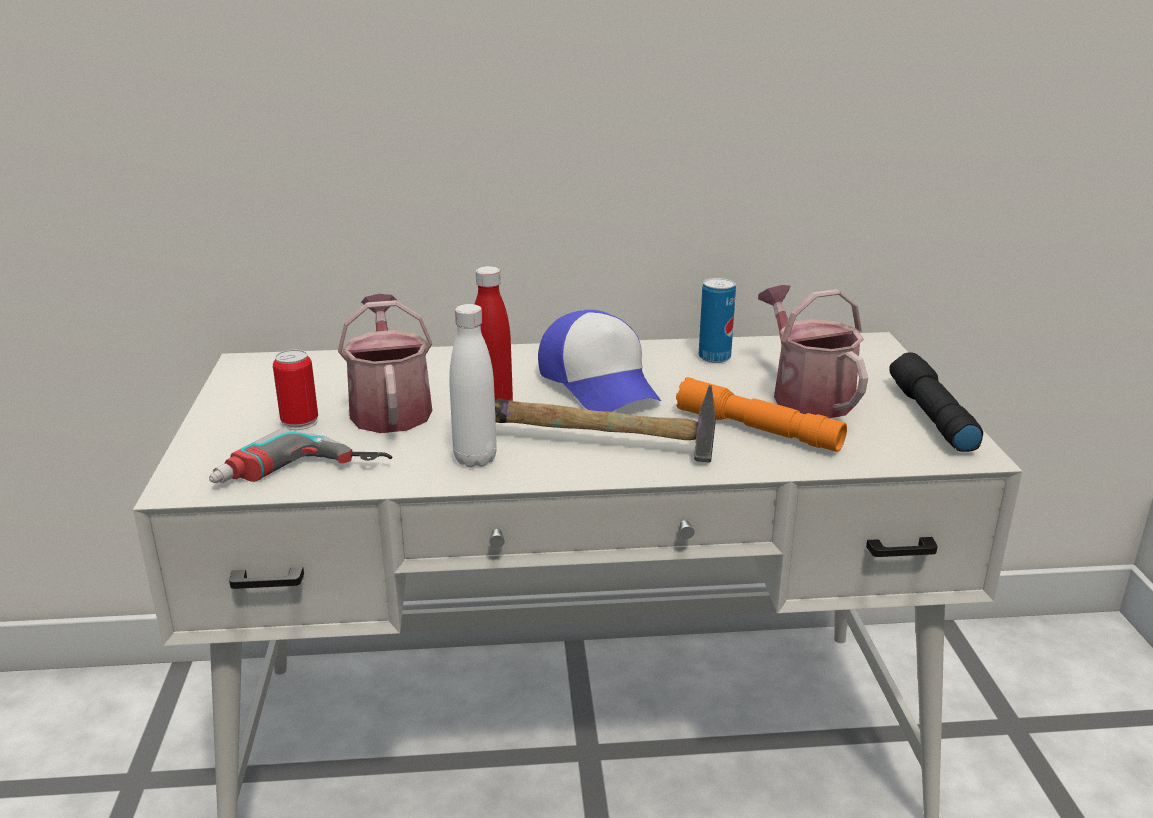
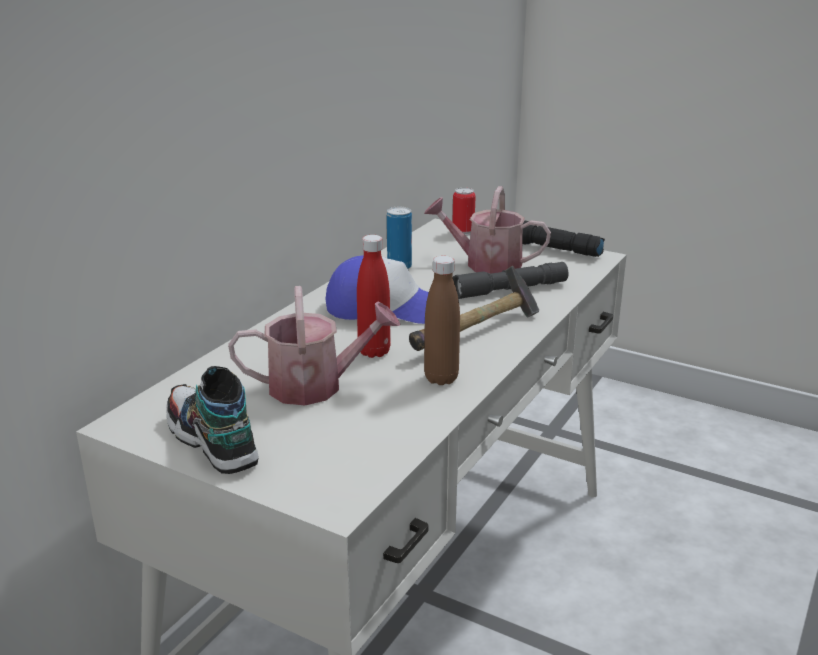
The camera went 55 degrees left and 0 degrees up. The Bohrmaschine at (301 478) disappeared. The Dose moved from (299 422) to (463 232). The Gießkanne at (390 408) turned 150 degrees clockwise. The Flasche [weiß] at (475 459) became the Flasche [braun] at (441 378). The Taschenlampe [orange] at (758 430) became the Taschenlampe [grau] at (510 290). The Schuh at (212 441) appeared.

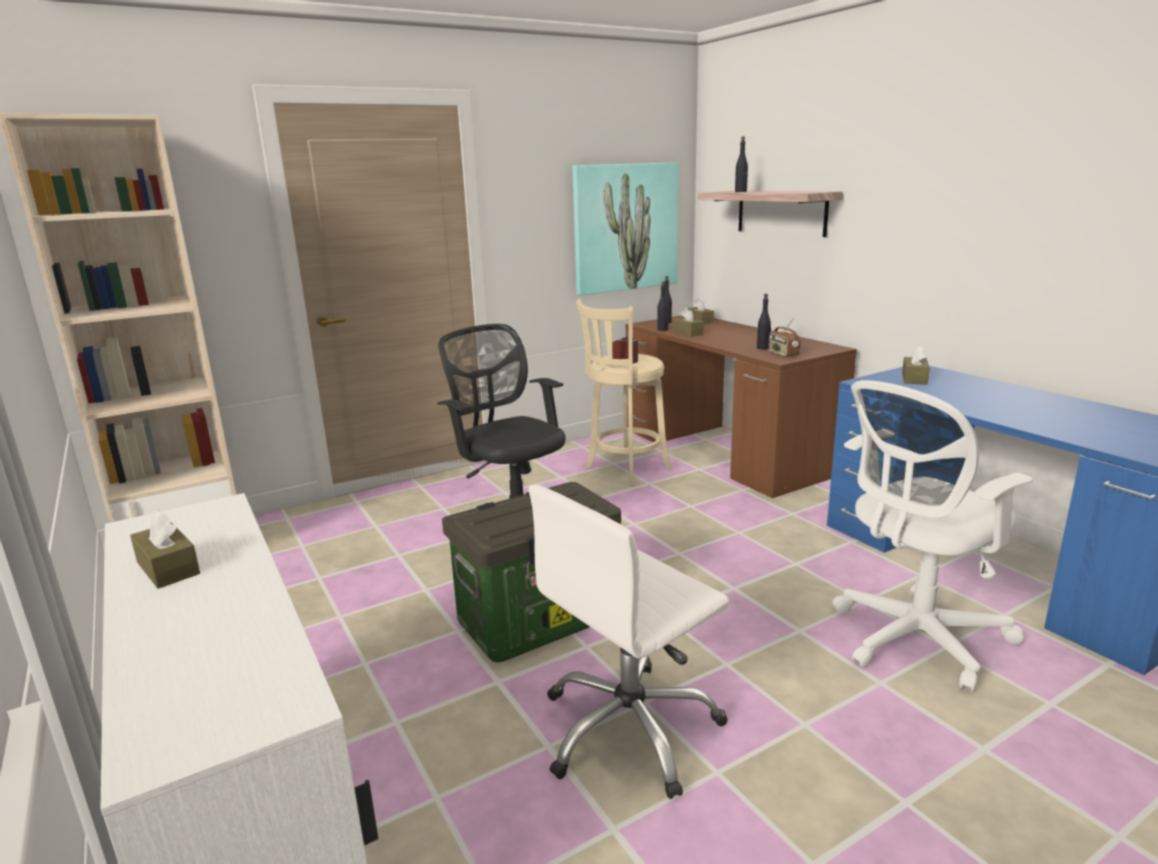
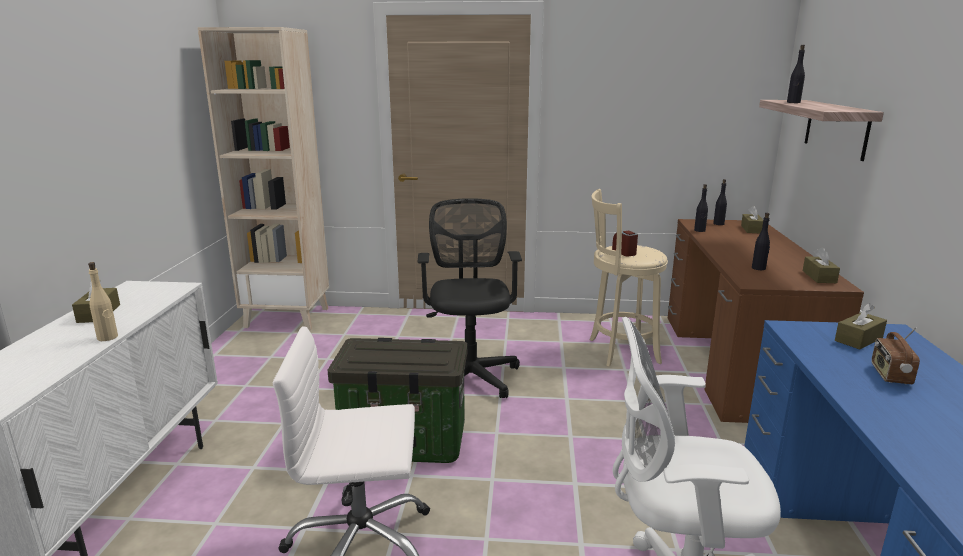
The camera went 35 degrees right and 0 degrees up. The Bild at (625 227) disappeared. The Taschentuchbox [braun] moved from (687 333) to (819 277). The Radio moved from (783 354) to (889 375). The Flasche [beige] at (108 337) appeared.

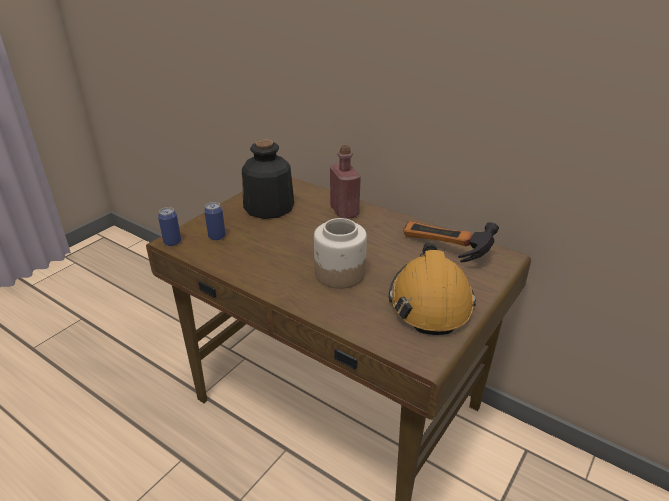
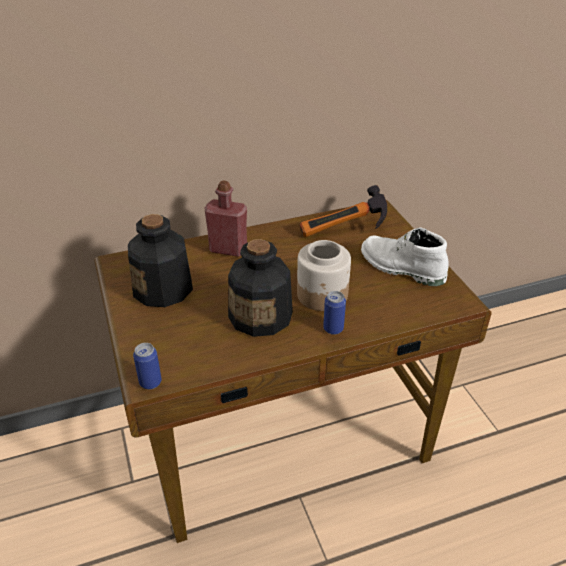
The camera went 55 degrees left and 5 degrees up. The Dose moved from (217 236) to (333 328). The Schutzhelm [orange] at (430 301) was replaced by the Stiefel [weiß] at (401 268). The Flasche at (261 316) appeared.

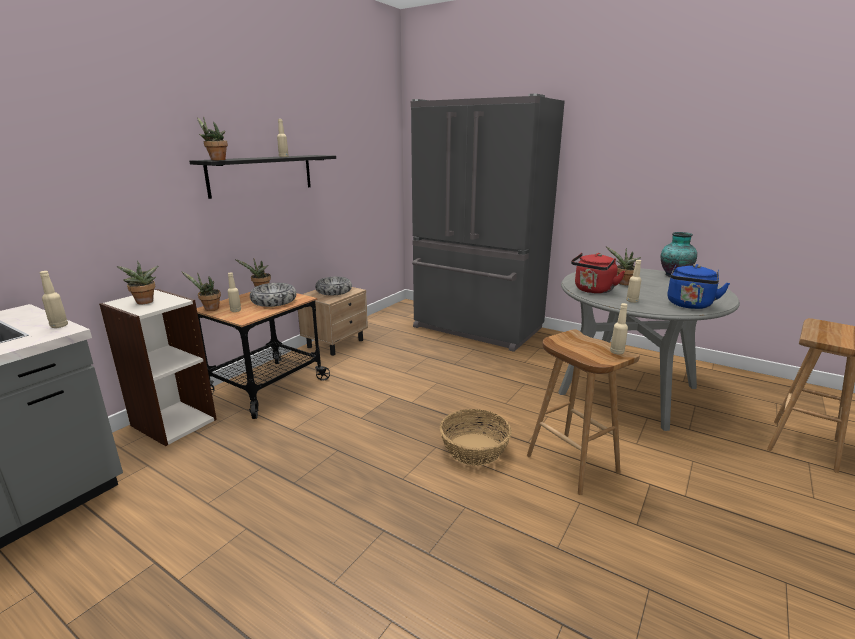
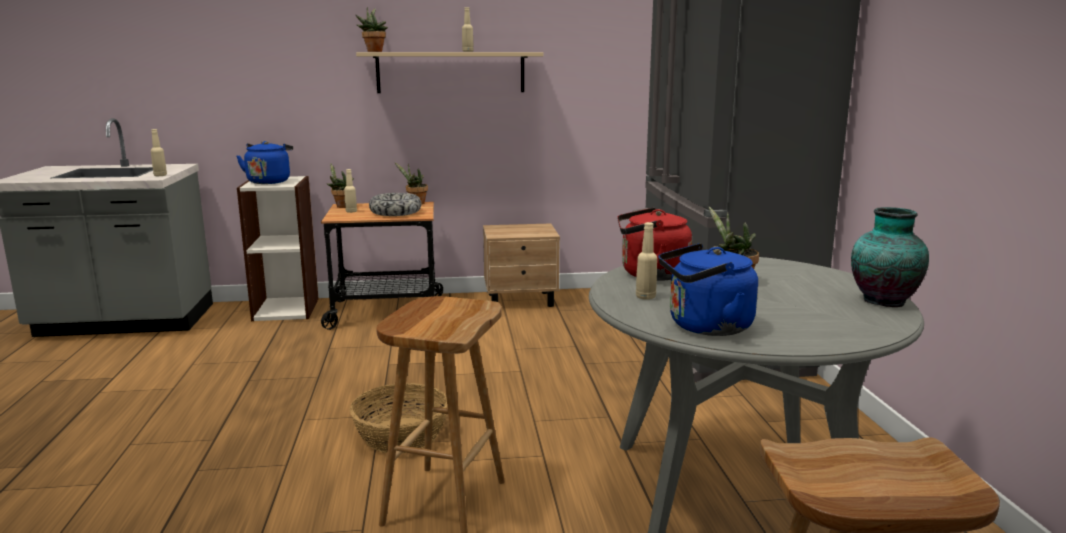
The camera went 50 degrees right and 5 degrees down. The Topfpflanze at (144 302) was replaced by the Wasserkessel [blau] at (269 181). The Wandregal [schwarz] at (262 175) became the Wandregal [beige] at (451 72). The Schüssel at (334 291) disappeared. The Flasche [beige] at (616 352) disappeared.

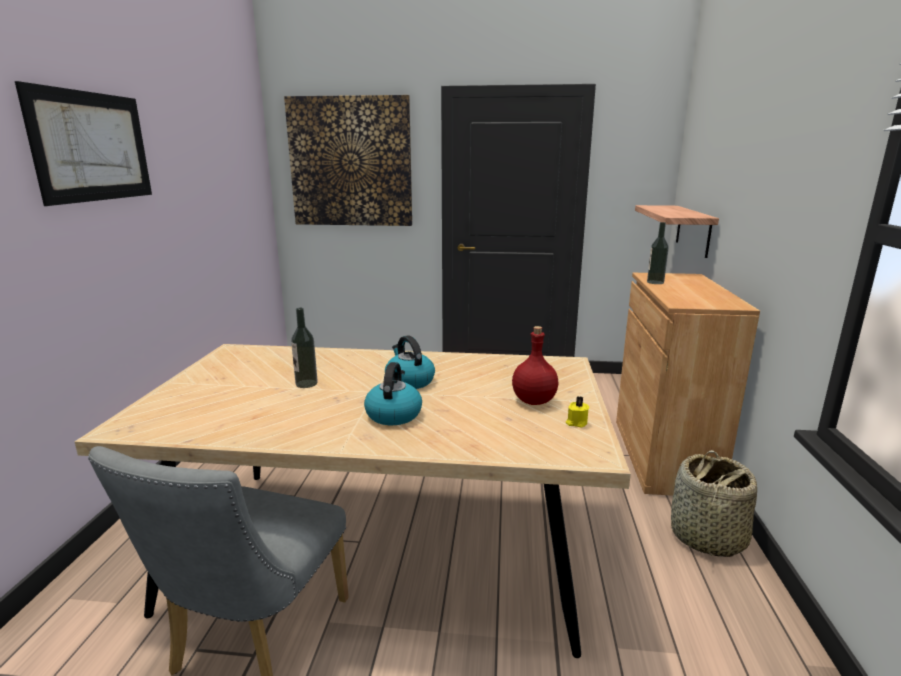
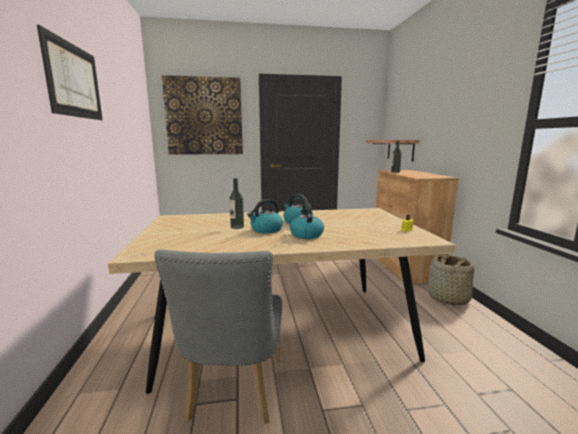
The camera went 15 degrees left and 5 degrees down. The Flasche [rot] at (533 400) disappeared. The Wasserkessel at (266 230) appeared.

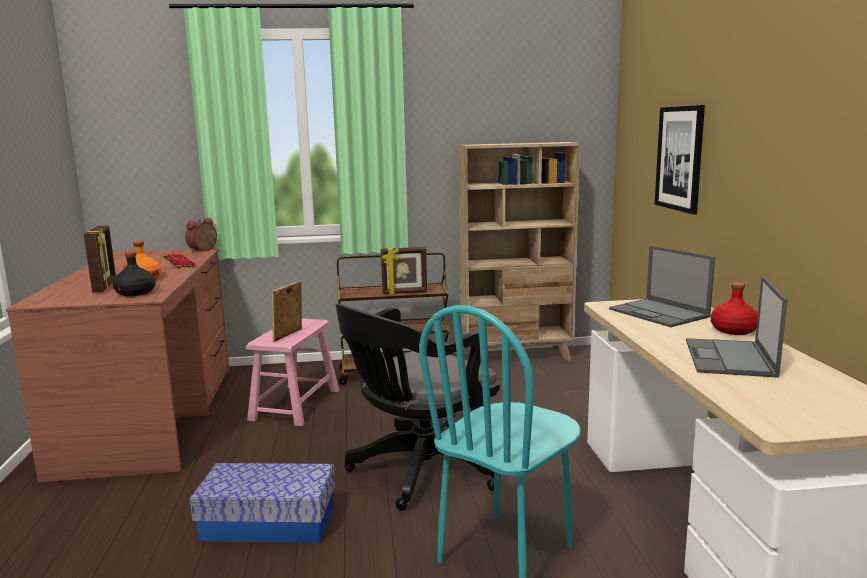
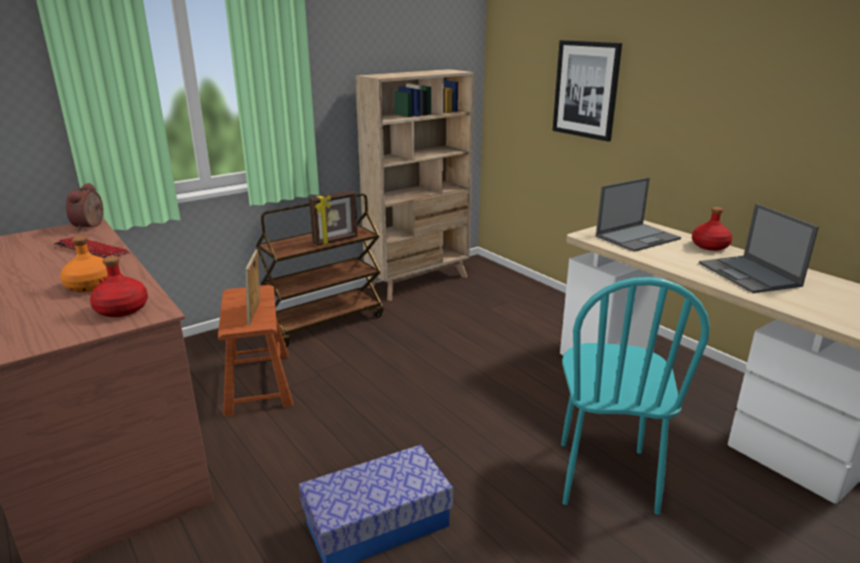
The camera went 30 degrees left and 10 degrees up. The Bilderrahmen at (105 286) disappeared. The Flasche [schwarz] at (135 293) became the Flasche [rot] at (121 310). The Hocker [rosa] at (295 404) became the Hocker [braun] at (258 383). The Bürostuhl [schwarz] at (419 472) disappeared. The Laptop at (659 313) turned 60 degrees counterclockwise.

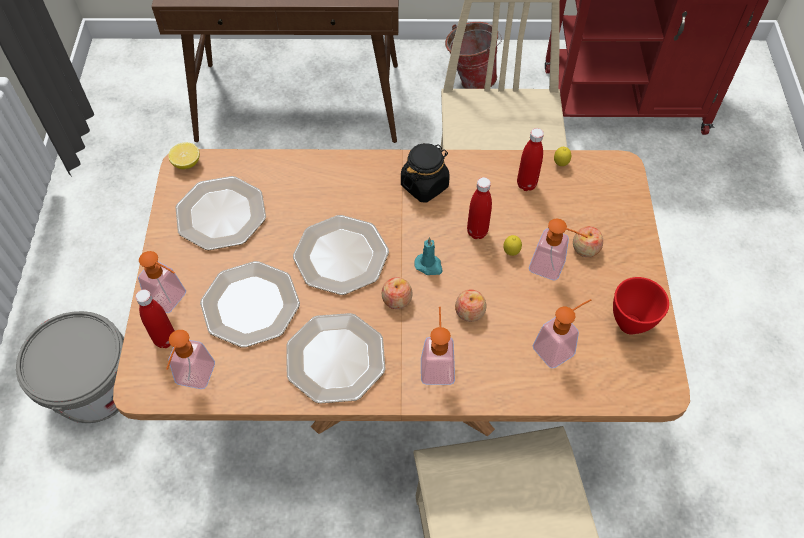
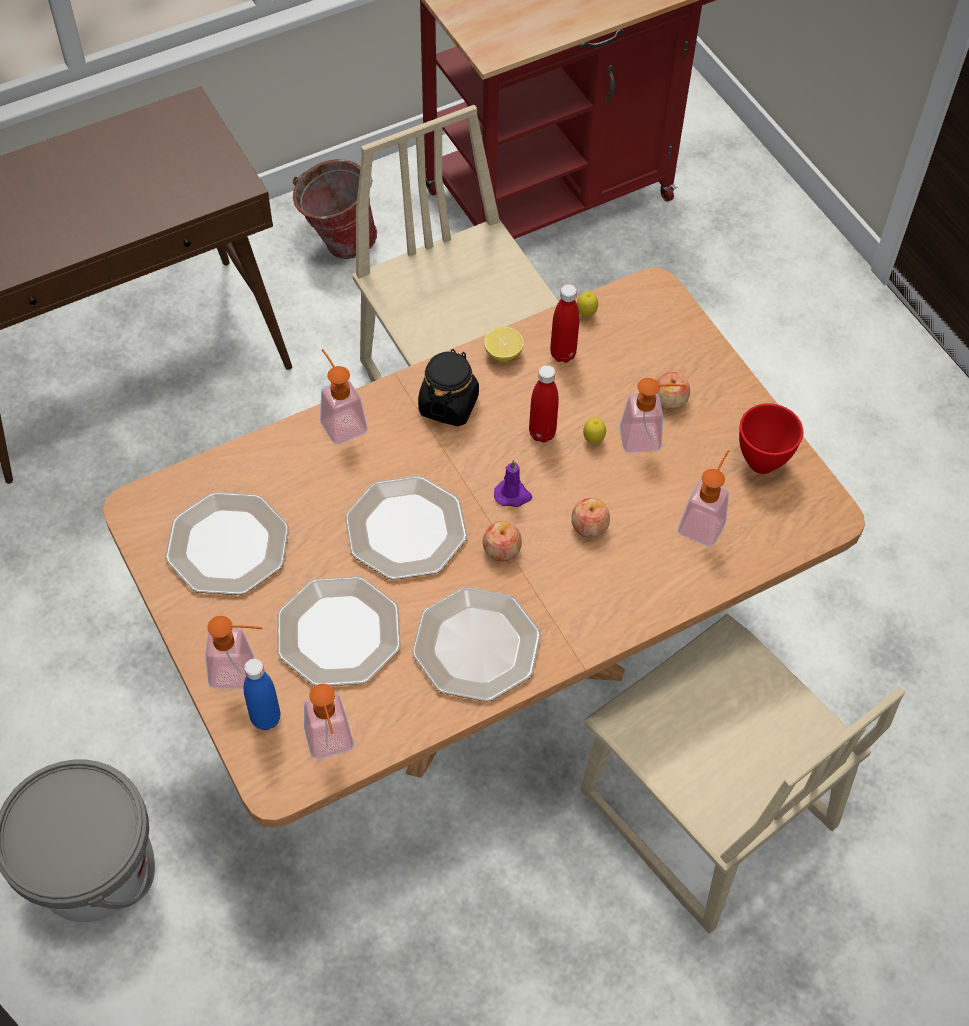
The camera went 30 degrees left and 0 degrees up. The Flasche [rot] at (165 339) became the Flasche [blau] at (266 718). The Zitrone moved from (187 163) to (503 353). The Kerze [türkis] at (429 265) became the Kerze [lila] at (513 495). The Seifenspender moved from (437 364) to (340 420).

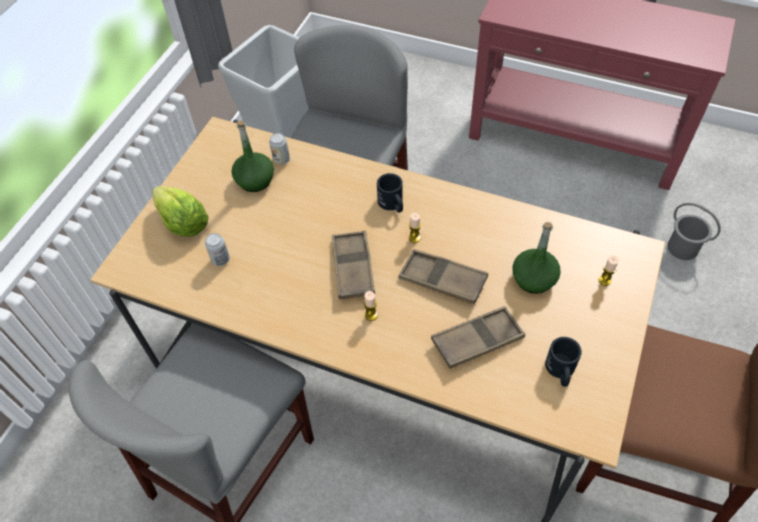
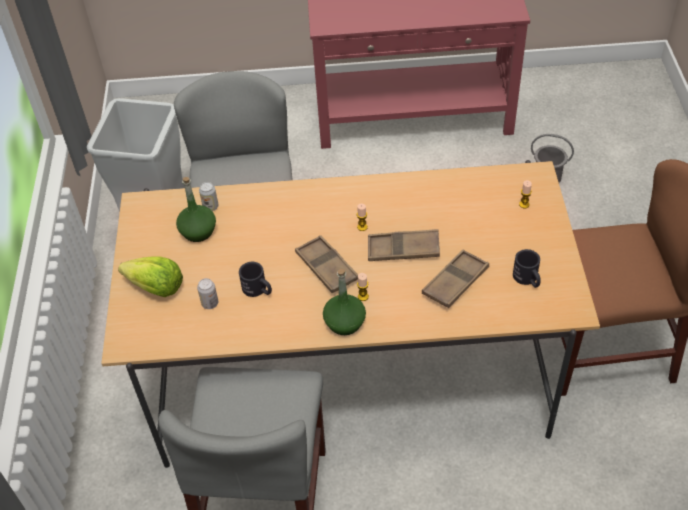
The camera went 25 degrees left and 5 degrees down. The Henkelbecher [schwarz] moved from (392 204) to (258 290). The Flasche [grün] moved from (533 279) to (344 322).

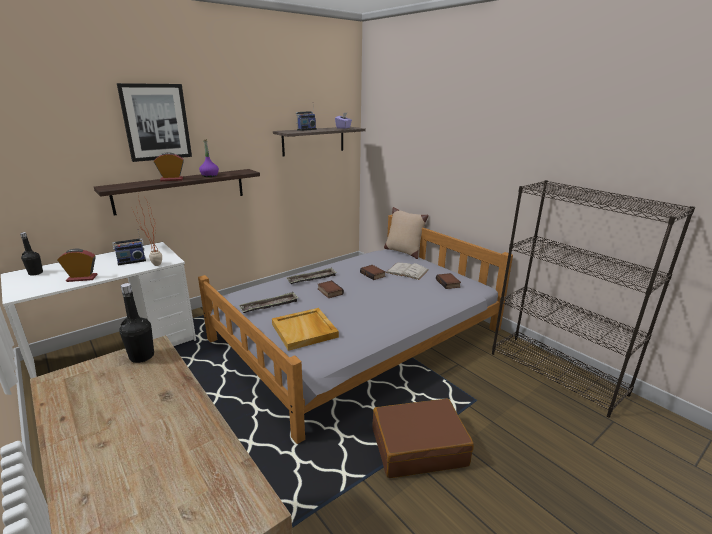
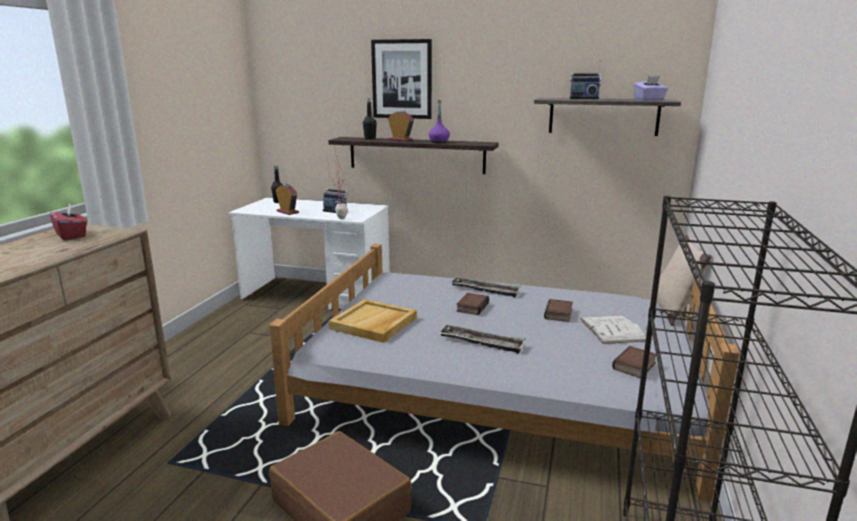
The camera went 55 degrees right and 5 degrees down. The Flasche [schwarz] moved from (142 356) to (370 139). The Tablett moved from (269 306) to (481 343). The Taschentuchbox [rot] at (71 235) appeared.

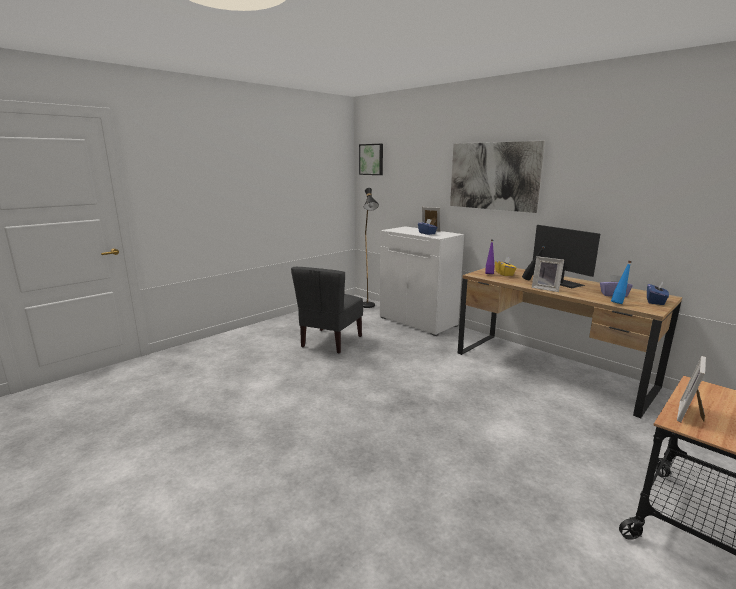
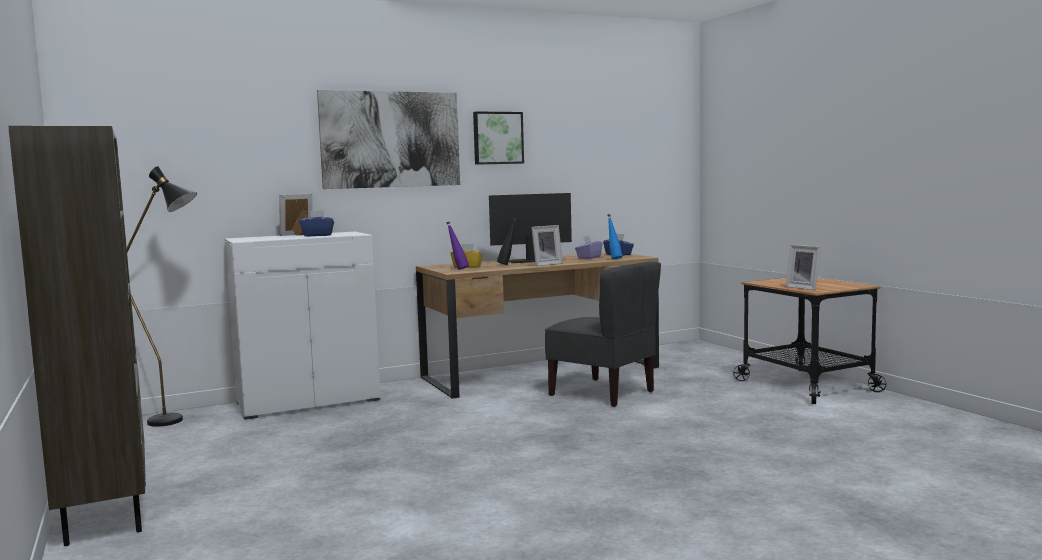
The camera went 70 degrees left and 10 degrees down. The Stuhl [grau] moved from (330 341) to (603 393). The Bild moved from (372 159) to (497 138). The Bücherregal [braun] at (103 513) appeared.

